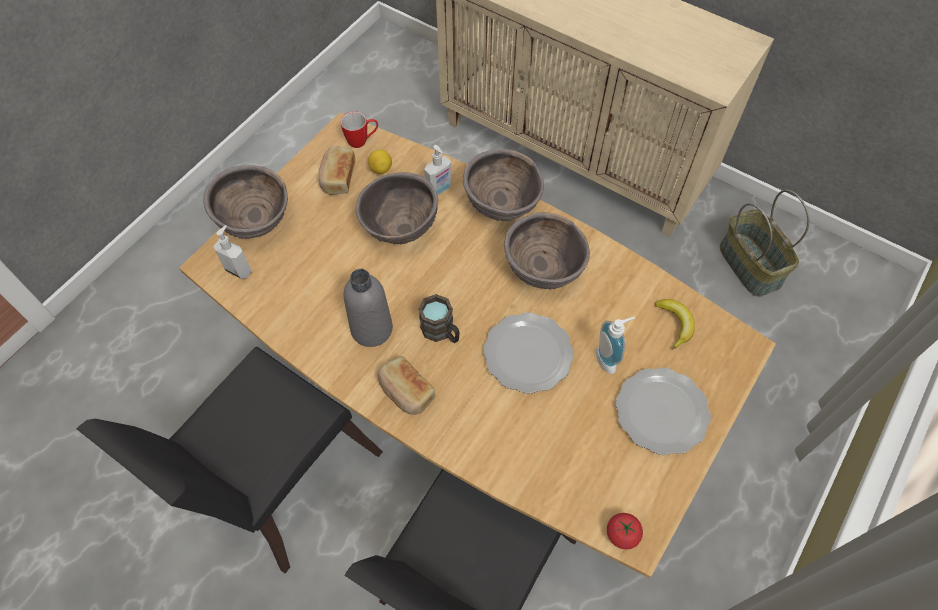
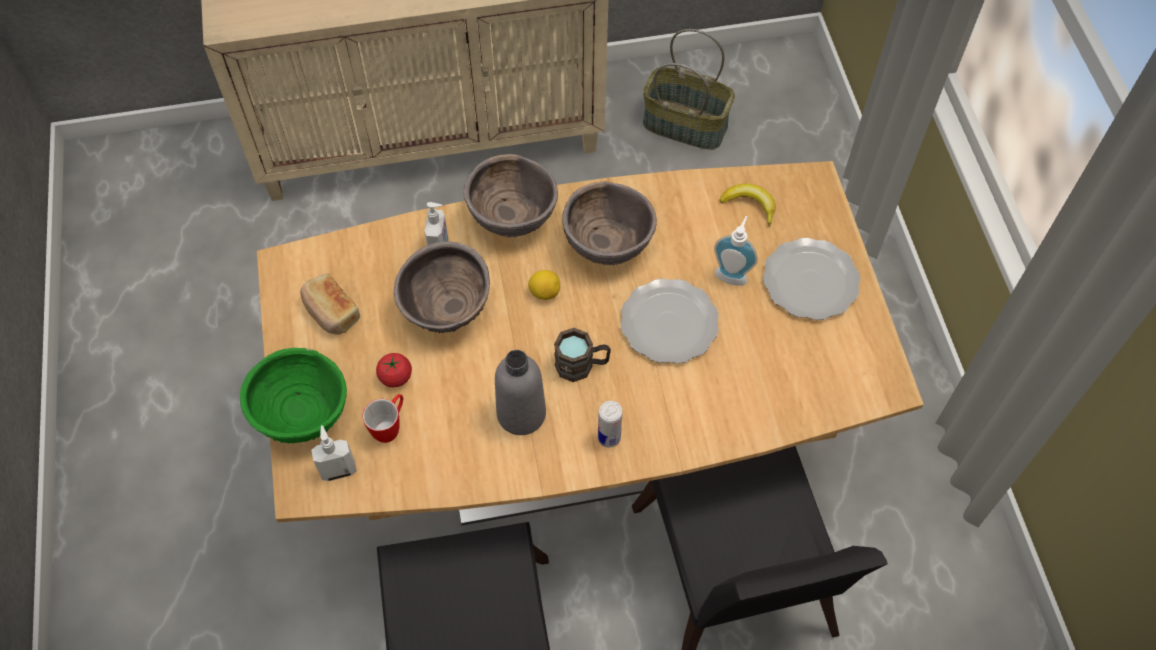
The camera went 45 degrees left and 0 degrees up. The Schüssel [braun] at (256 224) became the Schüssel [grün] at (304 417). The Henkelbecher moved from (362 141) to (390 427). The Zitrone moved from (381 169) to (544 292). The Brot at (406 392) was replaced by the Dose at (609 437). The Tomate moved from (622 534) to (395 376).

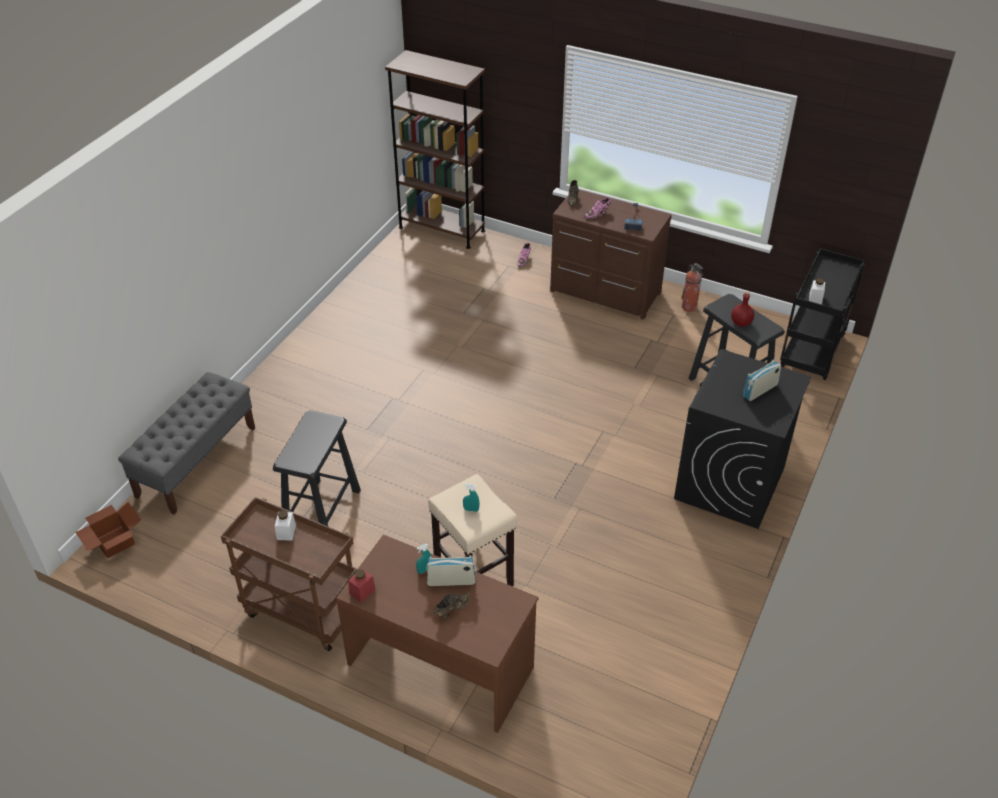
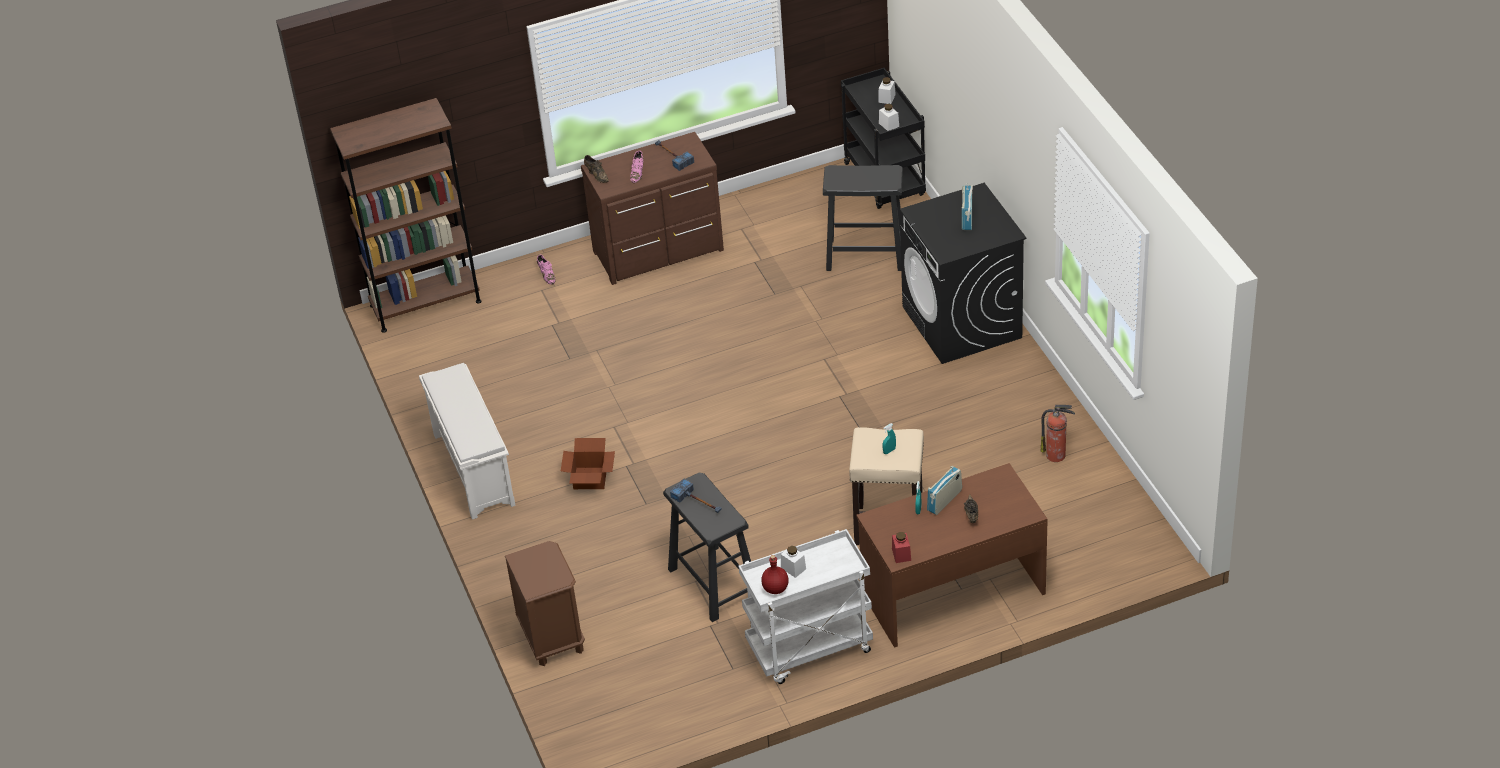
The camera went 45 degrees left and 0 degrees up. The Karton moved from (113 542) to (589 479). The Bank [grau] at (197 461) was replaced by the Nachttisch [braun] at (551 638). The Rollwagen [braun] at (300 611) became the Rollwagen [weiß] at (809 650). The Feuerlöscher moved from (689 307) to (1056 455). The Flasche [rot] moved from (741 323) to (775 588). The Schuhregal [weiß] at (472 469) appeared. The Hammer at (698 502) appeared. The Vorratsglas [weiß] at (887 98) appeared.

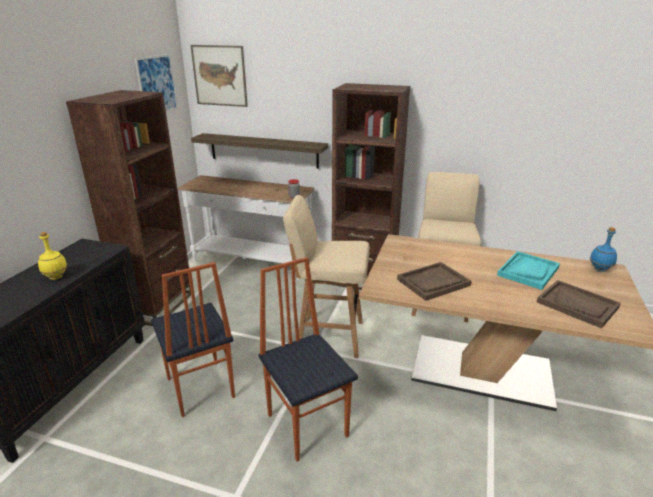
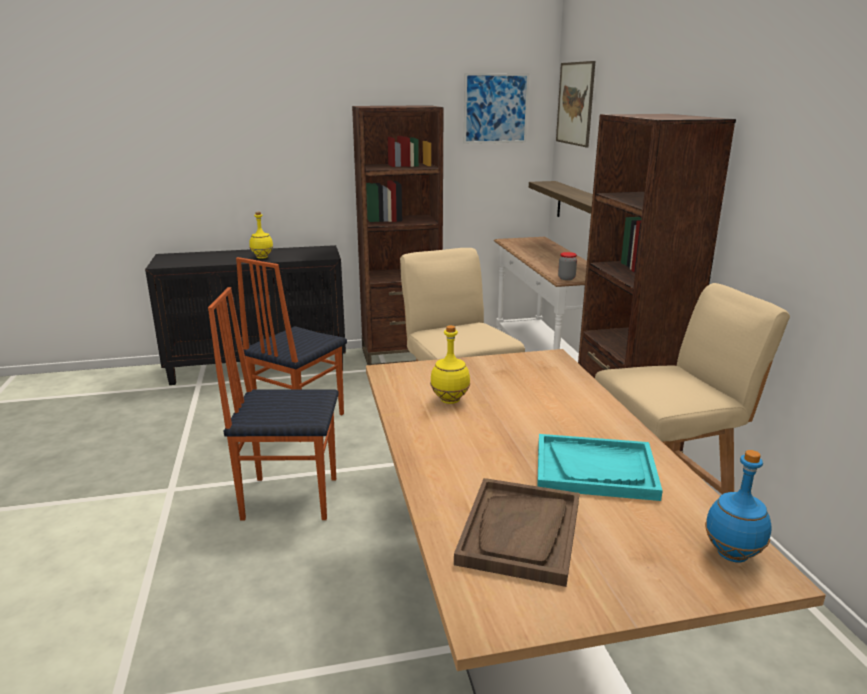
The camera went 60 degrees right and 5 degrees down. The Stuhl at (308 424) turned 120 degrees counterclockwise. The Tablett [braun] at (433 282) was replaced by the Flasche [gelb] at (449 400).

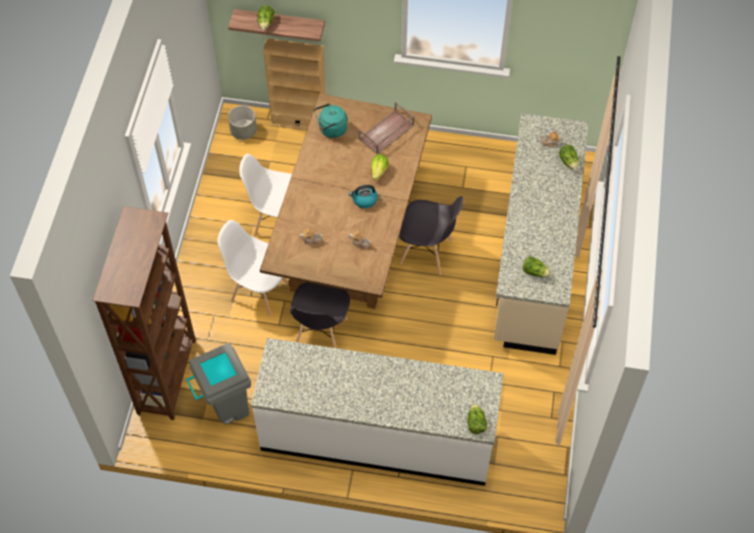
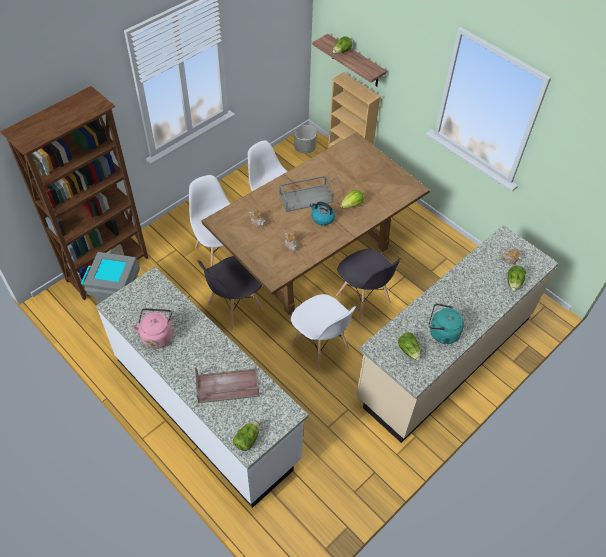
The camera went 35 degrees right and 5 degrees down. The Wasserkessel [türkis] moved from (331 130) to (441 333). The Tablett [braun] moved from (386 133) to (227 386). The Wasserkessel [rosa] at (157 335) appeared. The Tablett [grau] at (306 197) appeared. The Stuhl [weiß] at (320 346) appeared.

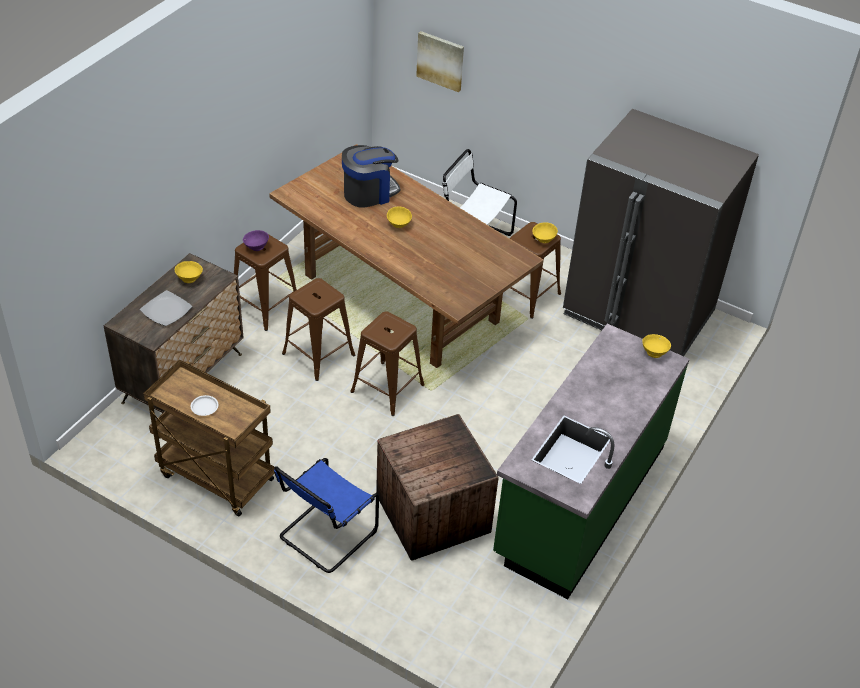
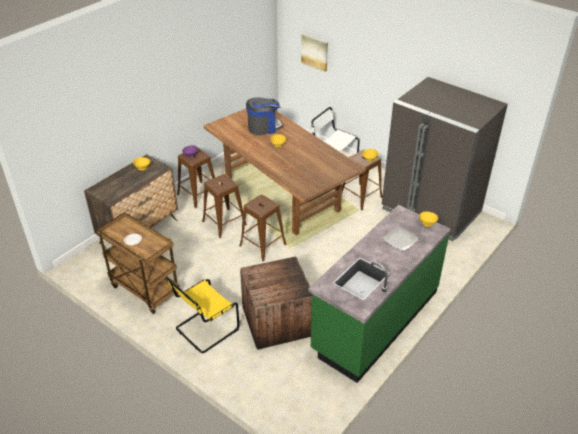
The camera went 10 degrees right and 5 degrees down. The Teller moved from (166 310) to (400 240). The Stuhl [blau] at (325 536) became the Stuhl [gelb] at (205 330).

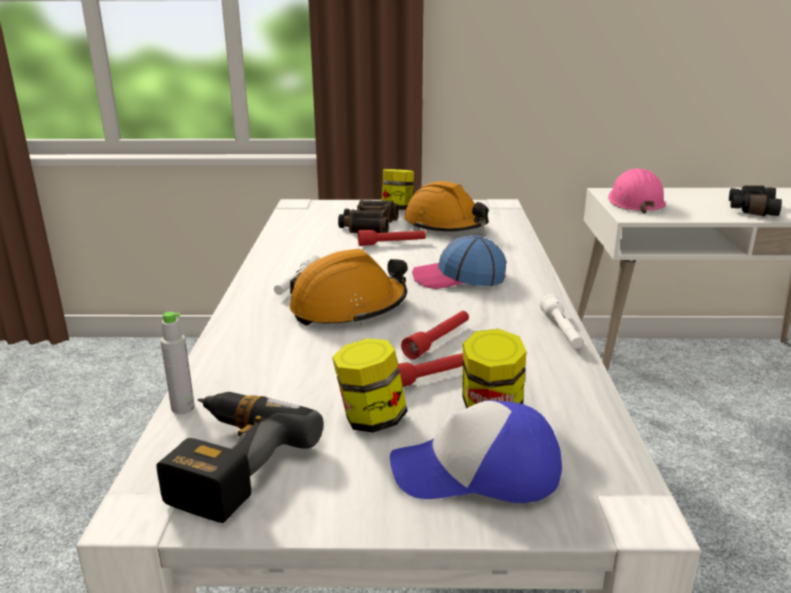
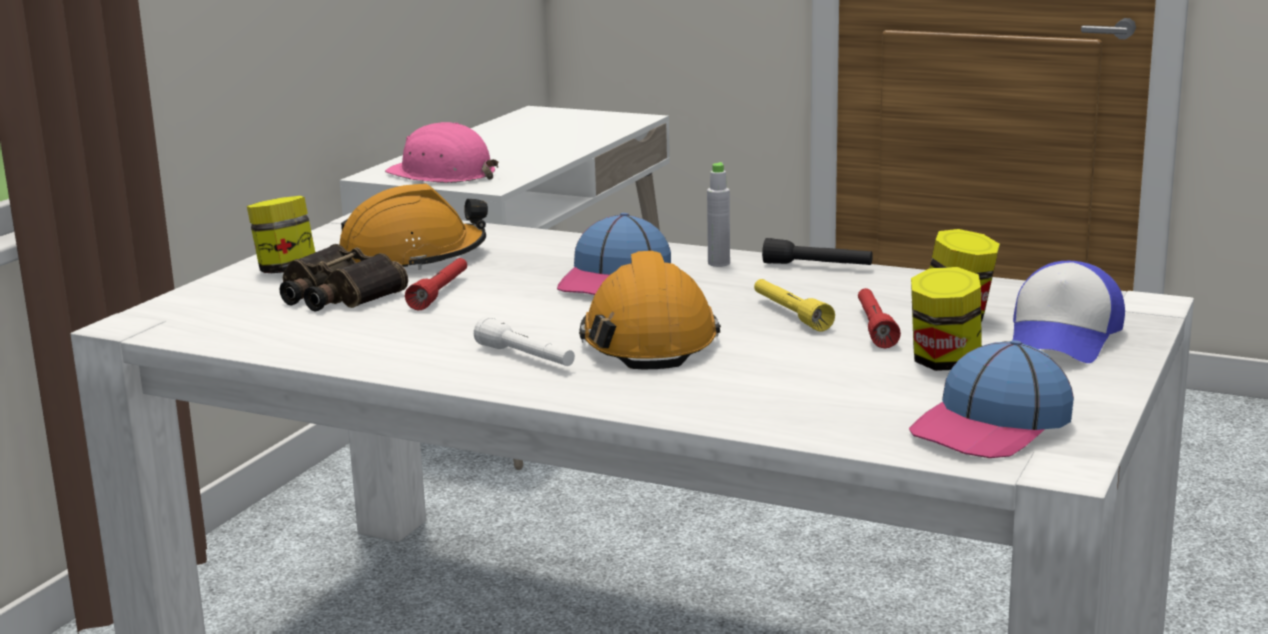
The camera went 65 degrees left and 5 degrees down. The Bohrmaschine at (226 463) was replaced by the Kappe at (991 426). The Flasche [grau] moved from (183 408) to (719 263). The Taschenlampe [rot] at (438 341) became the Taschenlampe [gelb] at (790 314). The Taschenlampe [weiß] at (561 331) became the Taschenlampe [schwarz] at (817 266). The Fernglas [schwarz] at (750 209) disappeared.

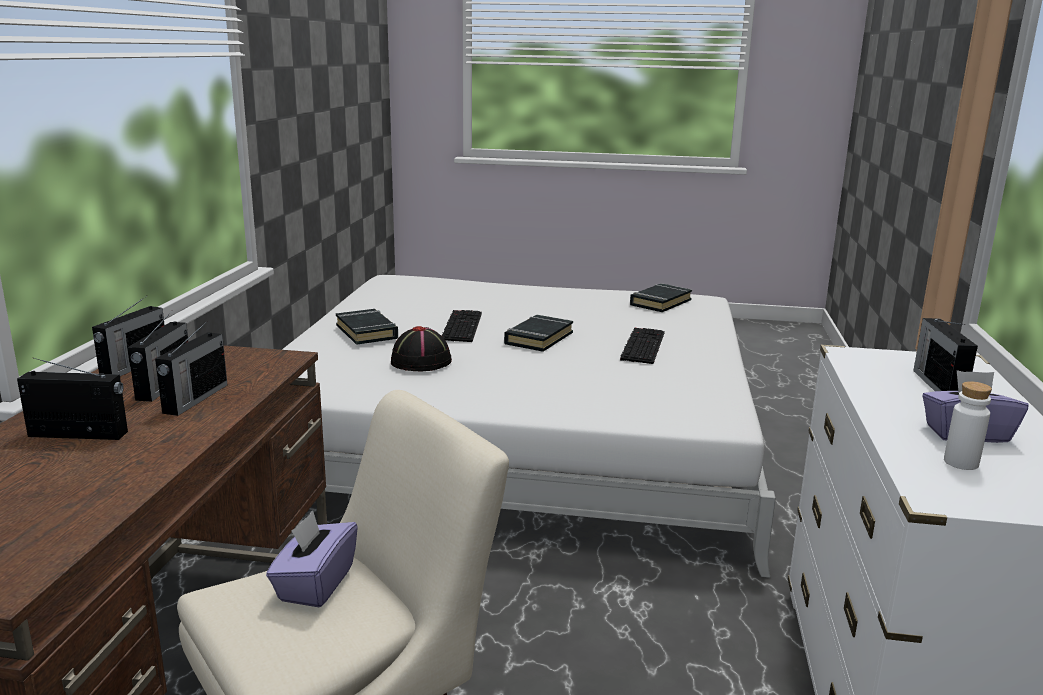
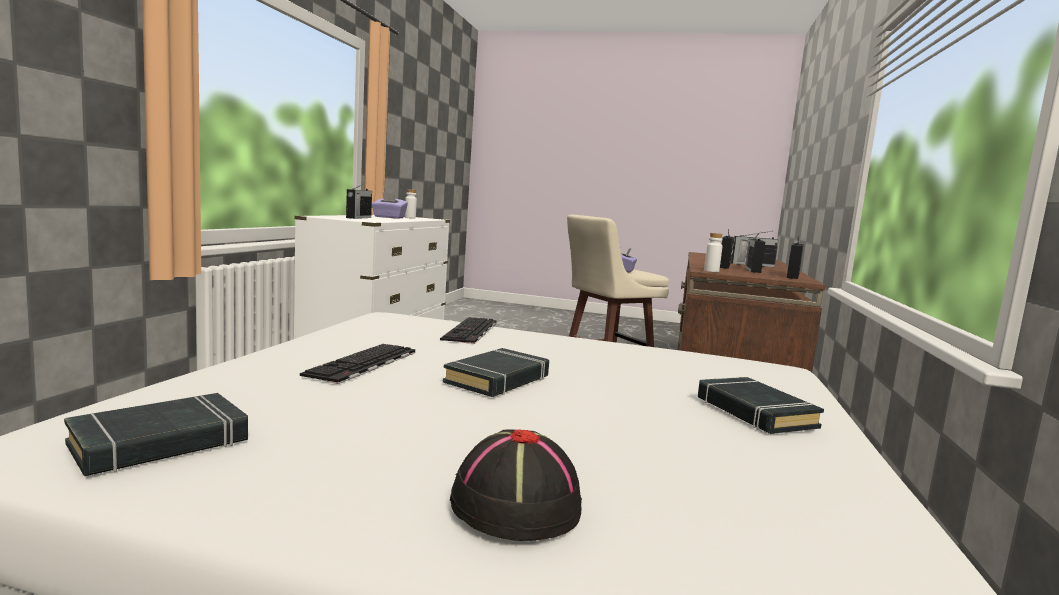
The camera went 175 degrees left and 10 degrees down. The Hut [schwarz] moved from (421 361) to (514 505). The Tastatur moved from (460 326) to (471 331). The Flasche [weiß] at (711 271) appeared.

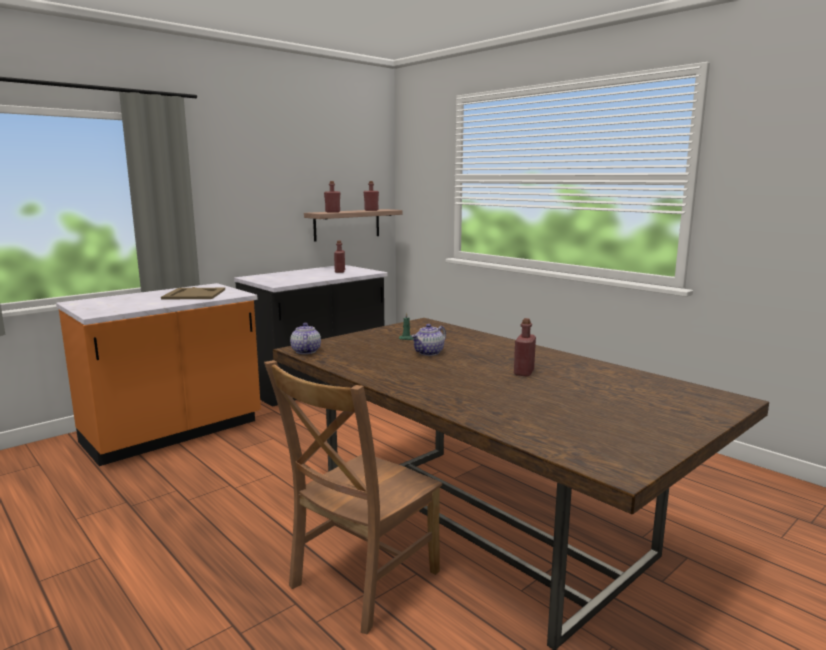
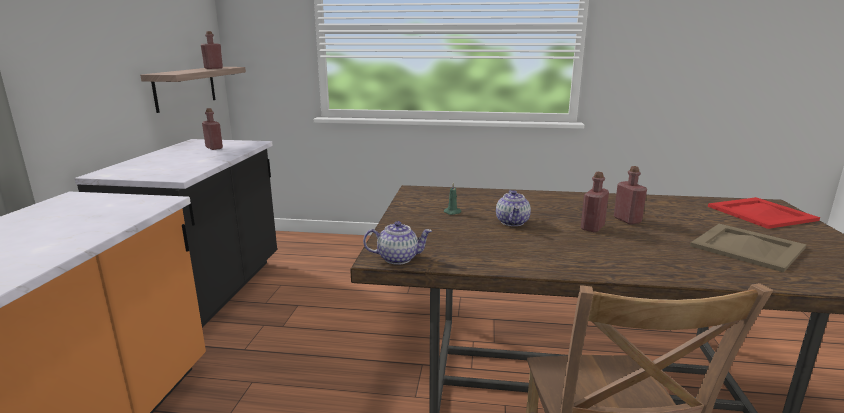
The camera went 40 degrees left and 5 degrees up. The Tablett [beige] moved from (195 294) to (746 246). The Teekanne at (305 351) turned 135 degrees clockwise. The Flasche [rot] moved from (332 212) to (592 227). The Tablett [rot] at (760 213) appeared.

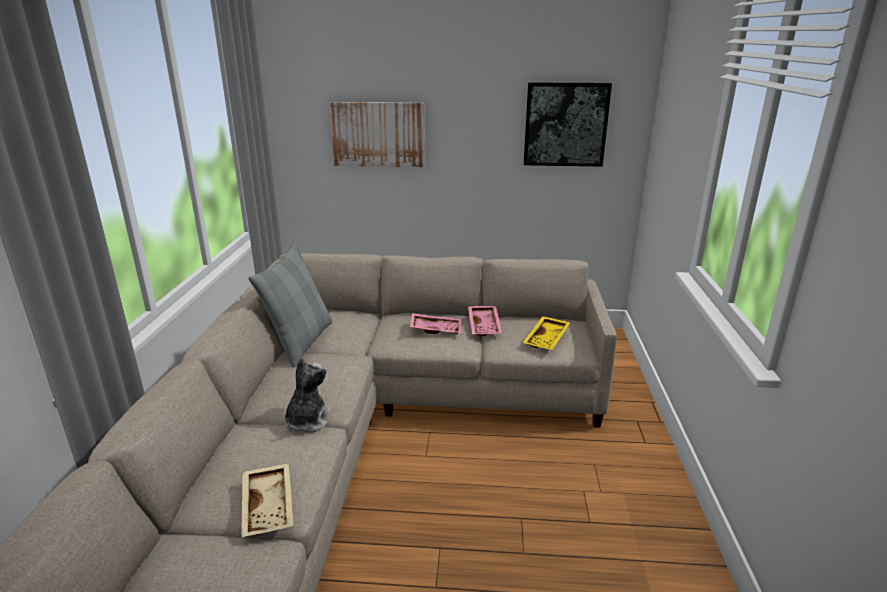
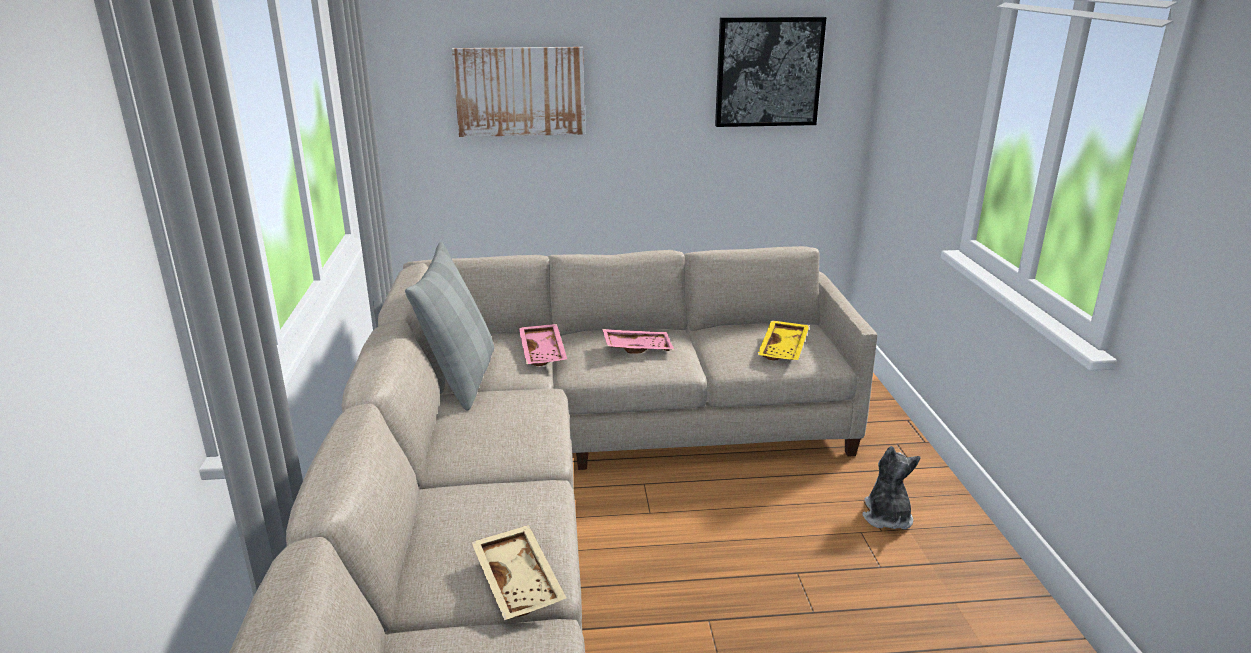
The camera went 10 degrees left and 0 degrees up. The Plüschtier moved from (307 421) to (886 517). The Tablett [rosa] moved from (485 326) to (544 352).

